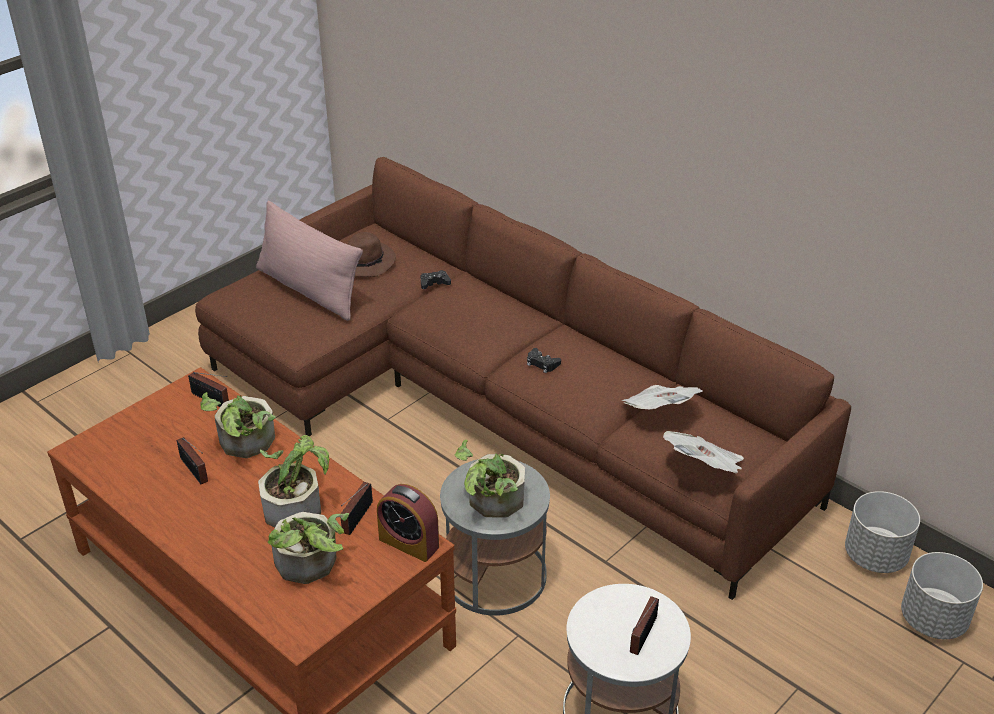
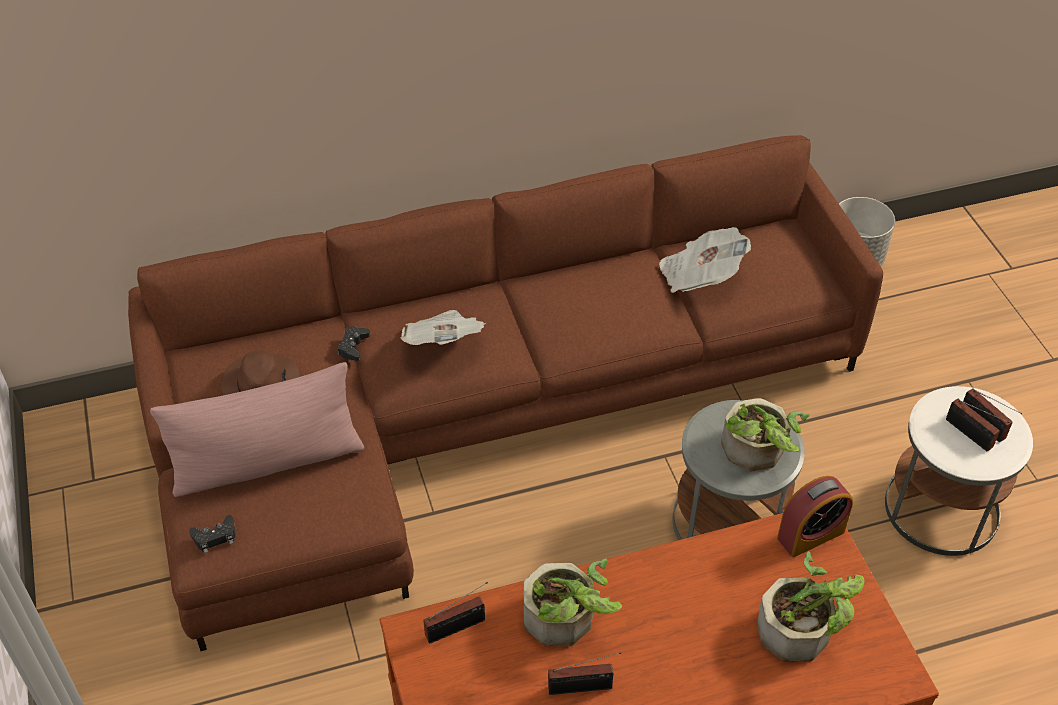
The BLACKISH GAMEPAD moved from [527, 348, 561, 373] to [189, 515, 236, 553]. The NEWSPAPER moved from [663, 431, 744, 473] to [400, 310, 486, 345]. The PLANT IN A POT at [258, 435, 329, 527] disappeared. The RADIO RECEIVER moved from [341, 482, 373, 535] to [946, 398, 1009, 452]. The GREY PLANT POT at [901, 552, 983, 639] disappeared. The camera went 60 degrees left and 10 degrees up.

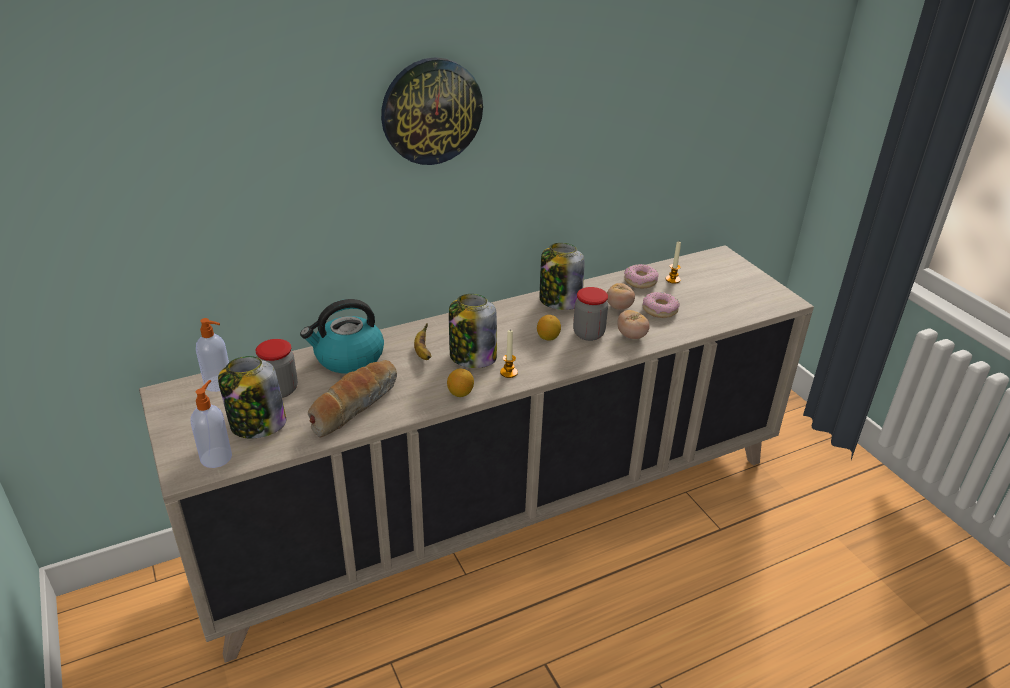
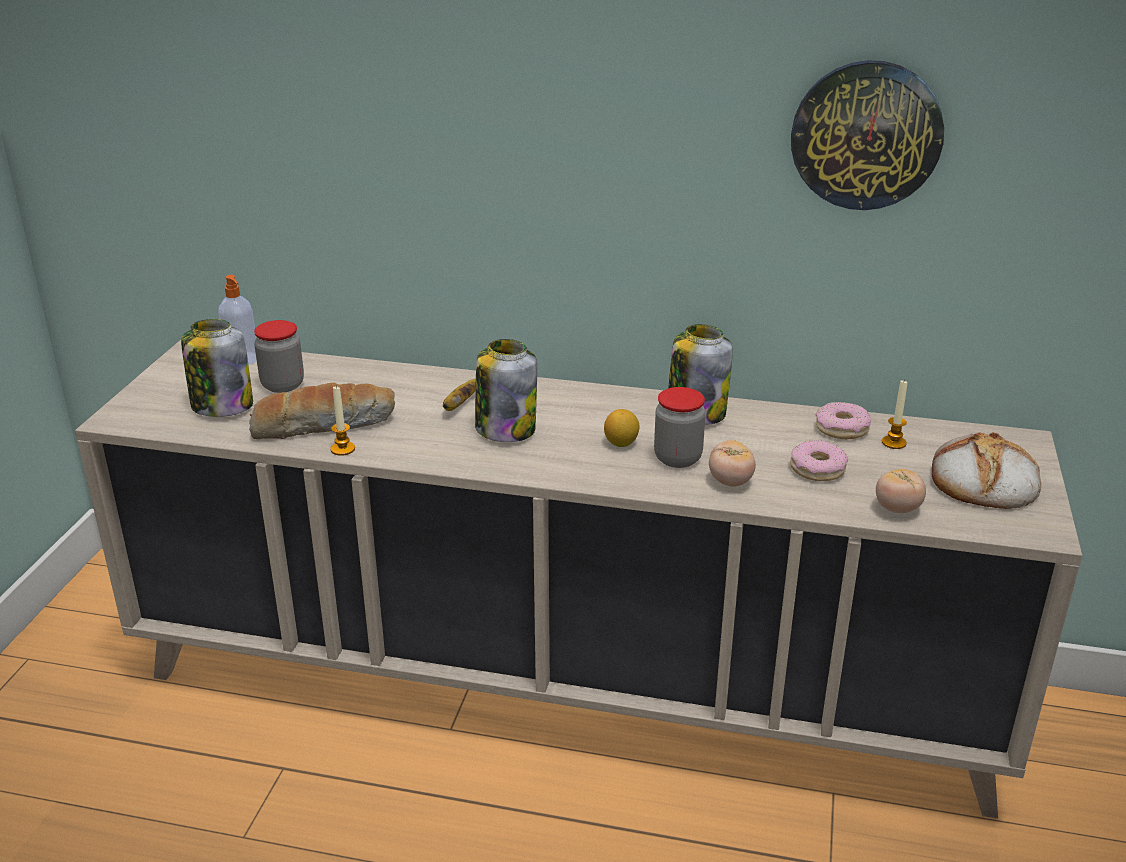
The HANGING CLOCK moved from [381, 57, 483, 165] to [791, 60, 944, 210]. The FRESH TOMATO moved from [607, 283, 635, 310] to [876, 469, 926, 513]. The KETTLE at [300, 299, 384, 374] disappeared. The WAX LIGHT moved from [500, 330, 518, 378] to [330, 386, 355, 456]. The LEMON at [447, 369, 474, 397] disappeared. The SOAP BOTTLE at [191, 380, 232, 468] disappeared. The BAKERY BREAD at [932, 432, 1041, 509] appeared. The camera went 40 degrees right and 5 degrees down.

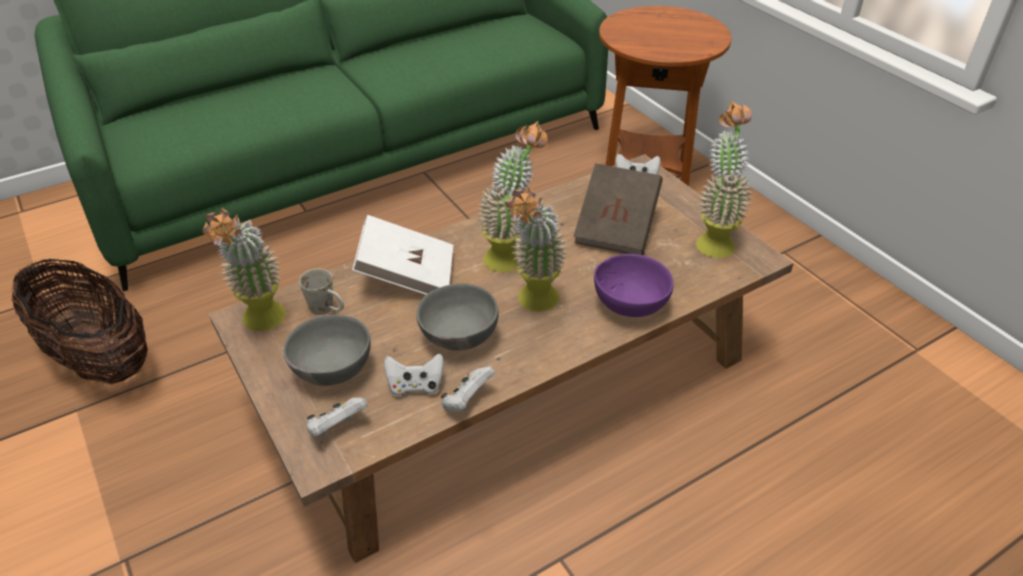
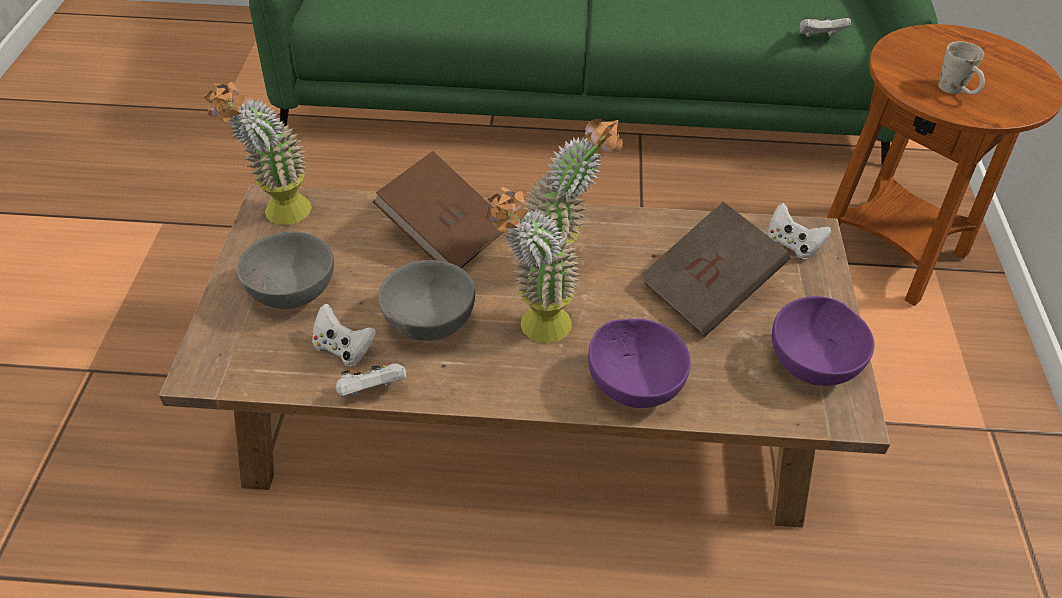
The PLANT IN A POT at [696, 101, 753, 258] was replaced by the PURPLE-COLOURED SERVING BOWL at [772, 296, 875, 386]. The WHITE BOUND BOOK at [352, 215, 453, 295] became the BROWNISH BOUND BOOK at [373, 151, 503, 268]. The HOUSEHOLD BASKET at [12, 257, 148, 384] disappeared. The WHITE MUG moved from [299, 268, 344, 315] to [938, 41, 985, 95]. The WHITE GAMEPAD moved from [306, 397, 368, 437] to [799, 17, 851, 37]. The camera went 35 degrees right and 5 degrees up.

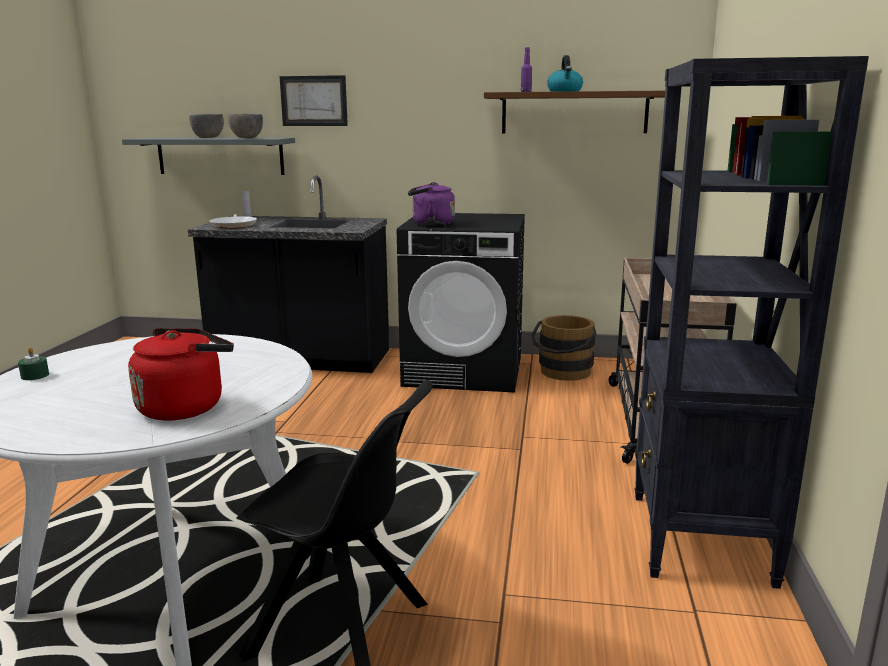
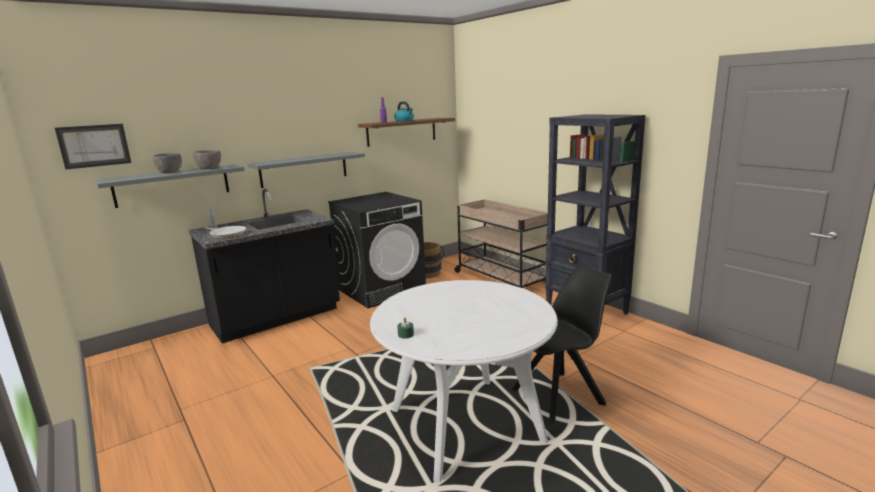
The WALL ART moved from [280, 75, 348, 126] to [55, 124, 131, 169]. The PURPLE-COLOURED KETTLE at [408, 182, 455, 226] disappeared. The RED KETTLE at [128, 328, 234, 420] disappeared. The GREY SHELF at [248, 152, 365, 188] appeared. The camera went 45 degrees left and 0 degrees up.

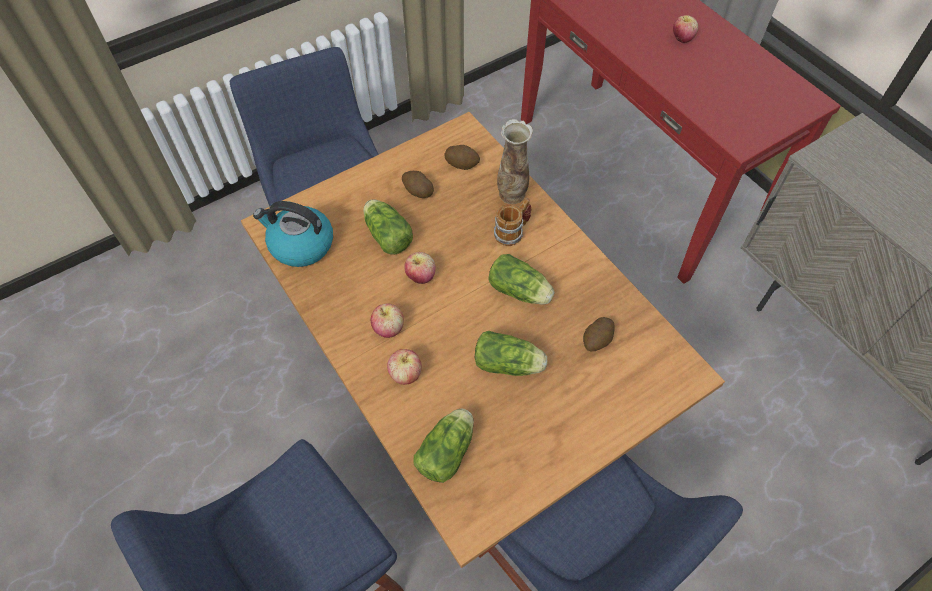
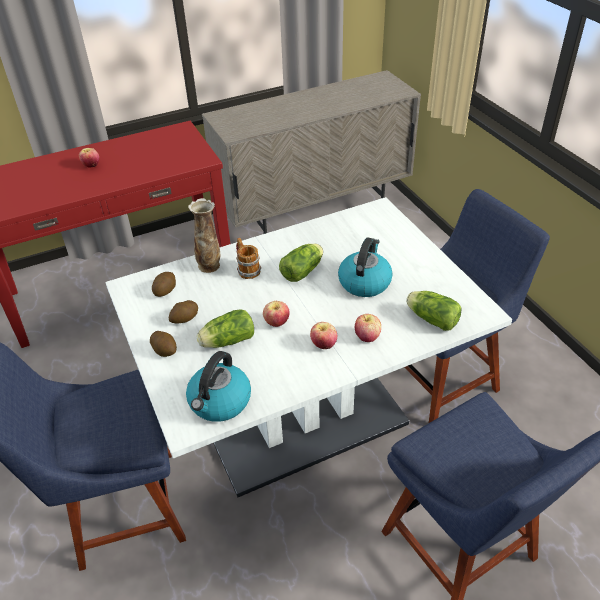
The BROWNISH KITCHEN TABLE at [241, 112, 725, 568] became the WHITE KITCHEN TABLE at [105, 197, 512, 497]. The WHOLE POTATO moved from [583, 317, 615, 351] to [150, 331, 177, 357]. The LETTUCE at [475, 331, 548, 376] was replaced by the KETTLE at [338, 238, 393, 297]. The camera went 80 degrees left and 15 degrees down.

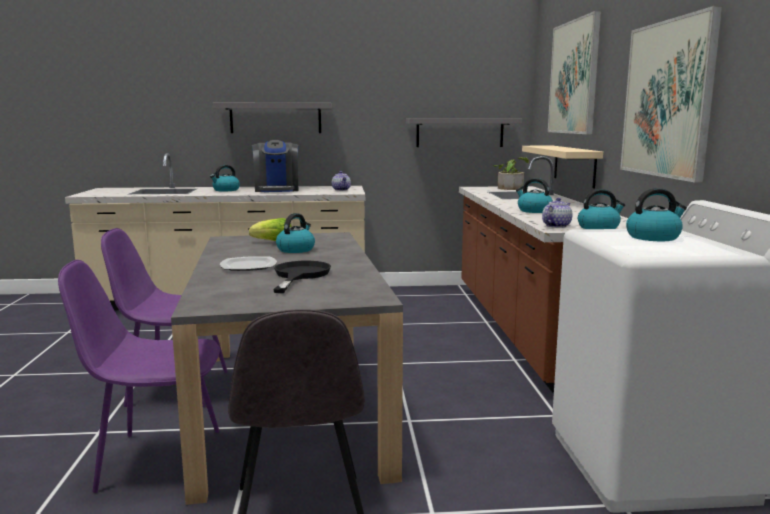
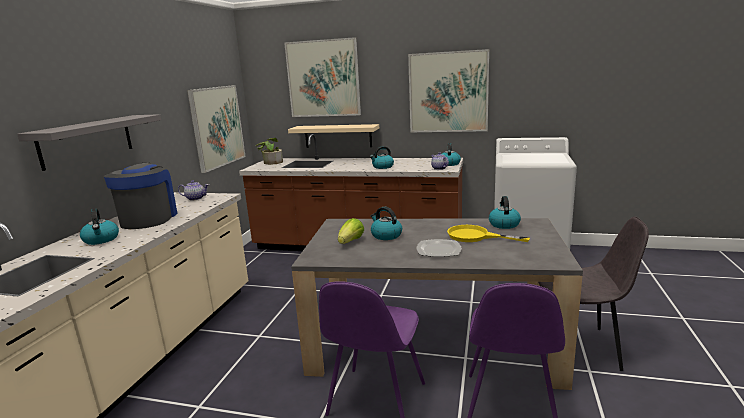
The GREY SHELF at [406, 118, 522, 147] was replaced by the WALL ART at [187, 85, 246, 173]. The COFFEE BREWER at [252, 140, 298, 192] turned 105 degrees counterclockwise. The KETTLE moved from [626, 188, 687, 241] to [489, 196, 521, 229]. The BLACKISH SKILLET at [273, 261, 331, 293] became the YELLOW SKILLET at [447, 225, 530, 242]. The camera went 70 degrees left and 5 degrees up.

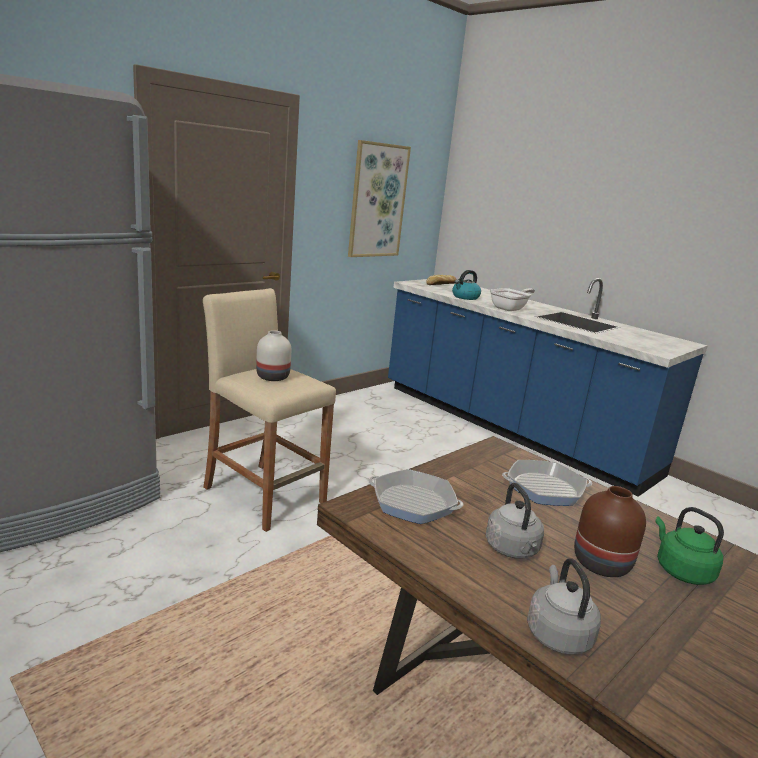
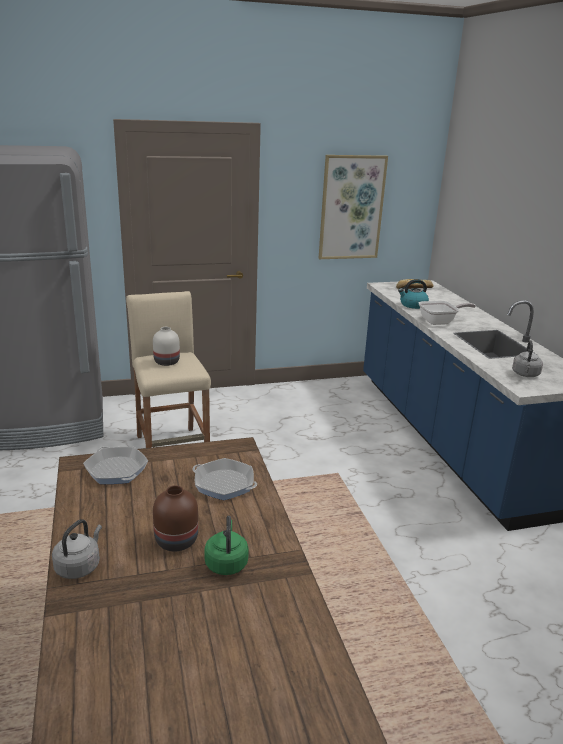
The GREY KETTLE moved from [486, 483, 544, 559] to [512, 340, 543, 377]. The camera went 30 degrees right and 5 degrees up.

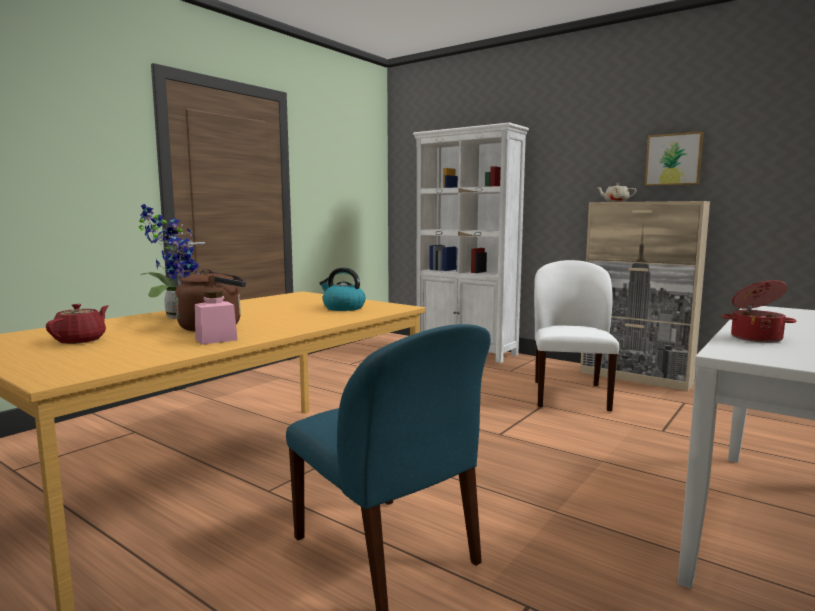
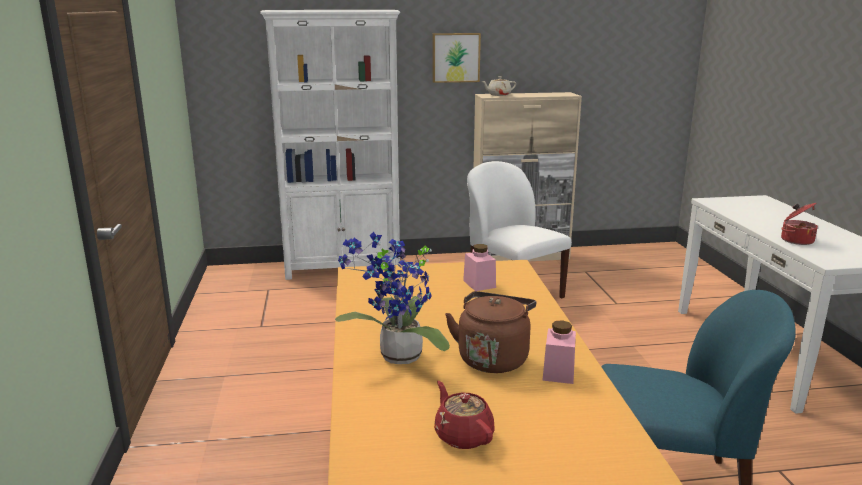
The WALL ART moved from [645, 131, 704, 186] to [432, 33, 481, 83]. The KETTLE at [319, 267, 366, 311] was replaced by the PINK-COLOURED PRESERVE JAR at [463, 244, 496, 291]. The camera went 45 degrees left and 10 degrees up.

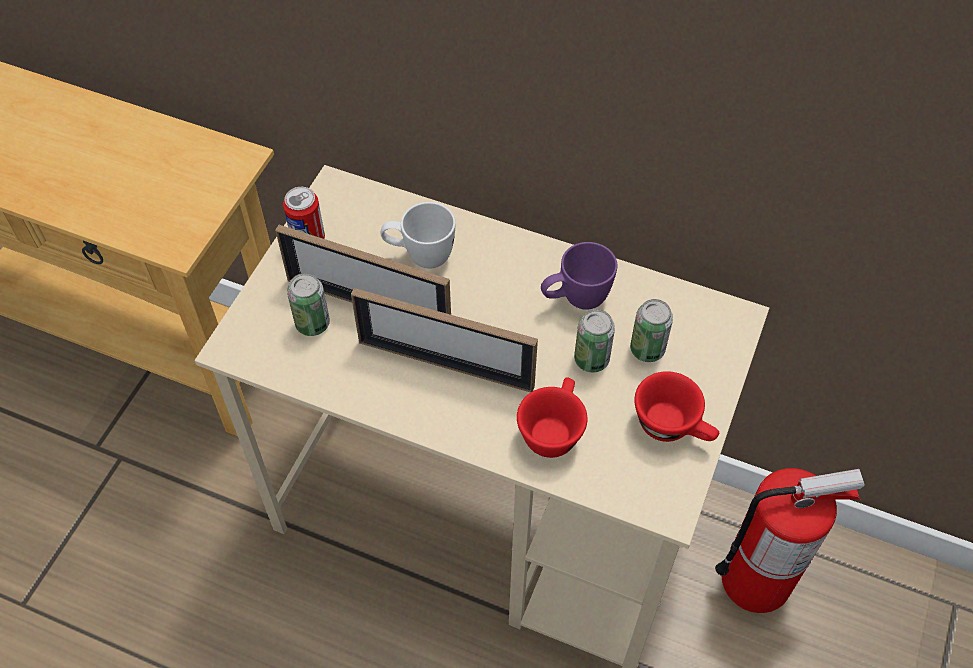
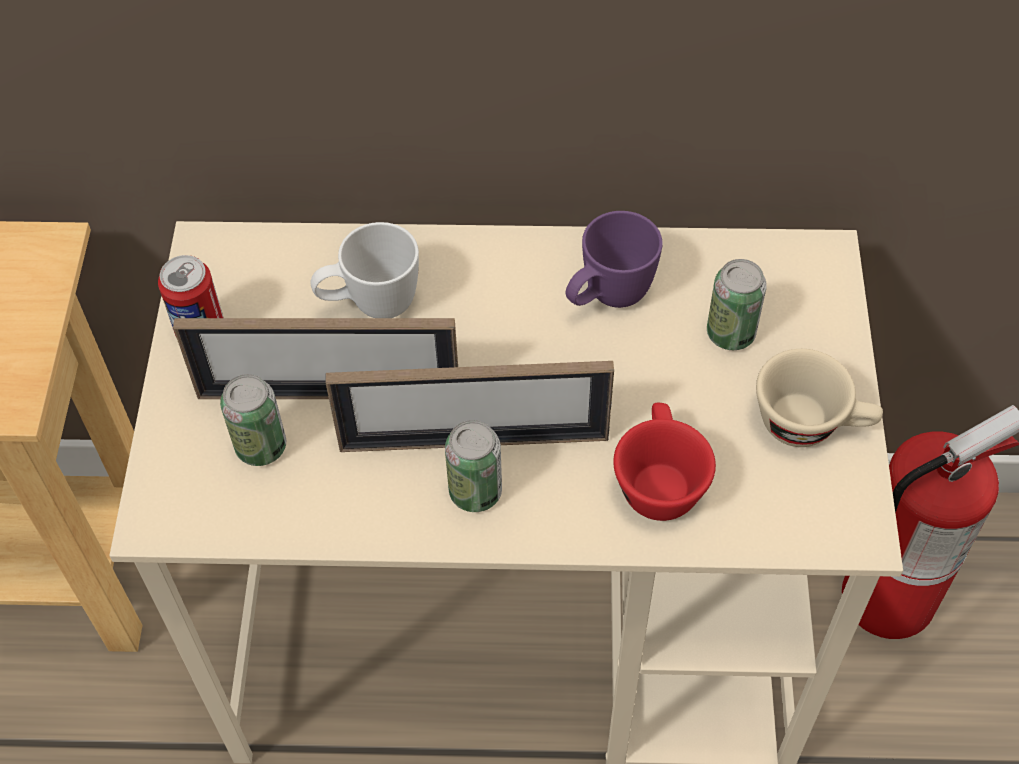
The CAN moved from [574, 309, 615, 372] to [445, 420, 502, 512]. The RED DRINKING CUP at [634, 371, 719, 442] became the BEIGE-COLOURED DRINKING CUP at [756, 349, 883, 447]. The camera went 20 degrees left and 0 degrees up.

